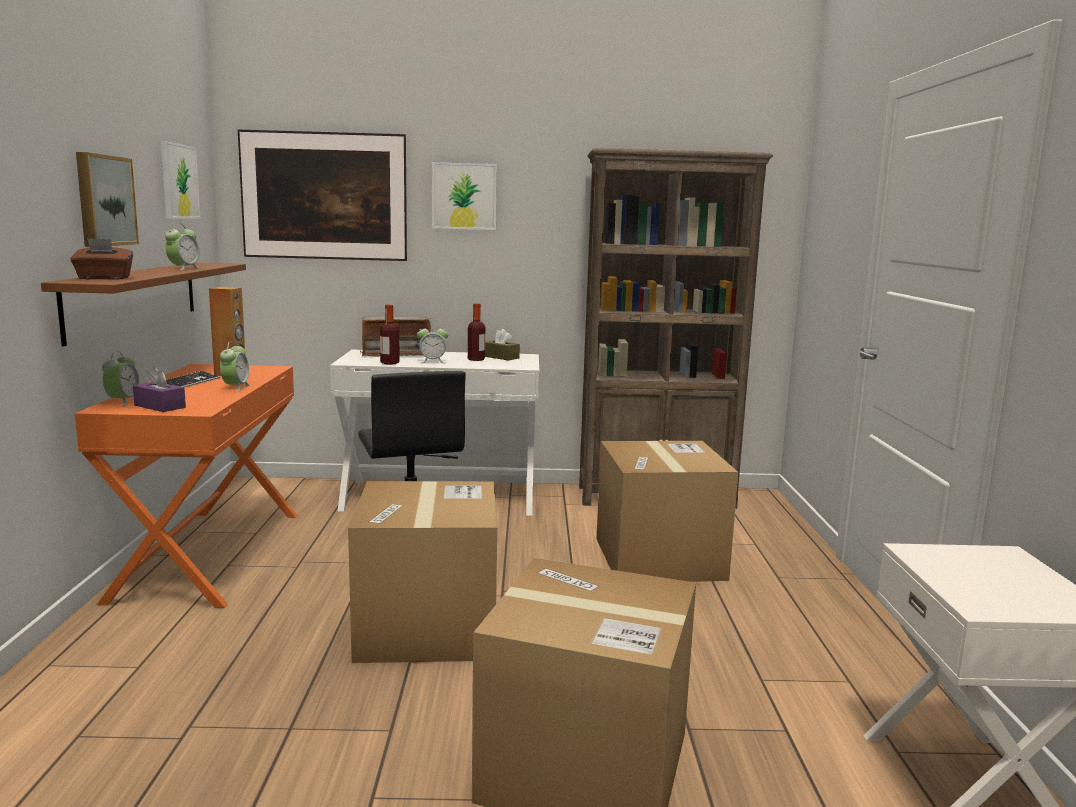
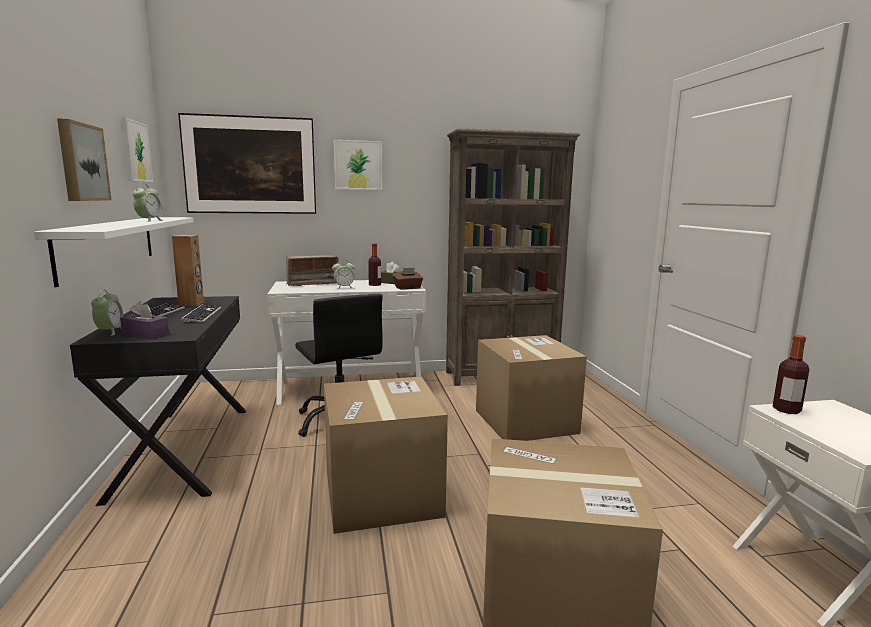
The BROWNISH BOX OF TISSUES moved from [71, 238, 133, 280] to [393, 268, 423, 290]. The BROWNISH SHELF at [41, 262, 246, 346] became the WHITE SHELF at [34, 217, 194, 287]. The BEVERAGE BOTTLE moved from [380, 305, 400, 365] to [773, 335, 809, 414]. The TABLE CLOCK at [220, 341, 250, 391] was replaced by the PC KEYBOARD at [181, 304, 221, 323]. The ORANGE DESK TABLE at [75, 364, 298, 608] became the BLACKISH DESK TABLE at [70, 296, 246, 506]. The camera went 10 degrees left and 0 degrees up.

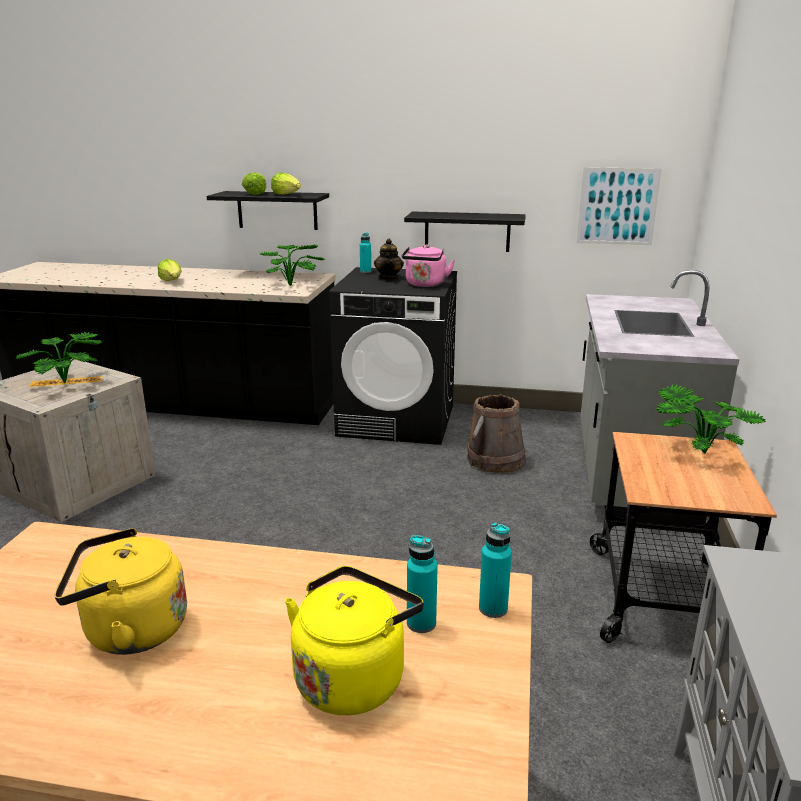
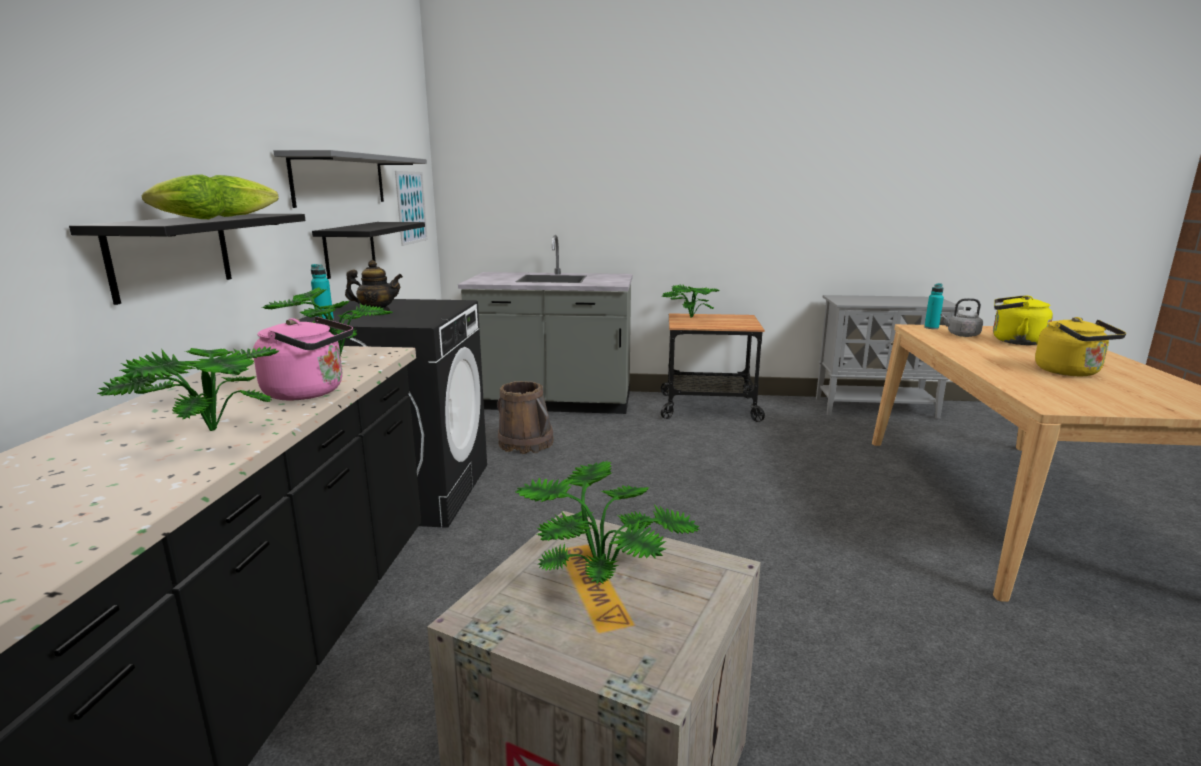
The PINK-COLOURED KETTLE moved from [402, 244, 455, 287] to [253, 317, 353, 401]. The LETTUCE at [158, 259, 182, 281] was replaced by the PLANT IN A POT at [97, 346, 279, 431]. The TURQUOISE-COLOURED BEVERAGE BOTTLE at [407, 535, 438, 633] was replaced by the GREY KETTLE at [940, 298, 983, 337]. The GREY SHELF at [274, 150, 427, 208] appeared. The camera went 95 degrees left and 5 degrees down.

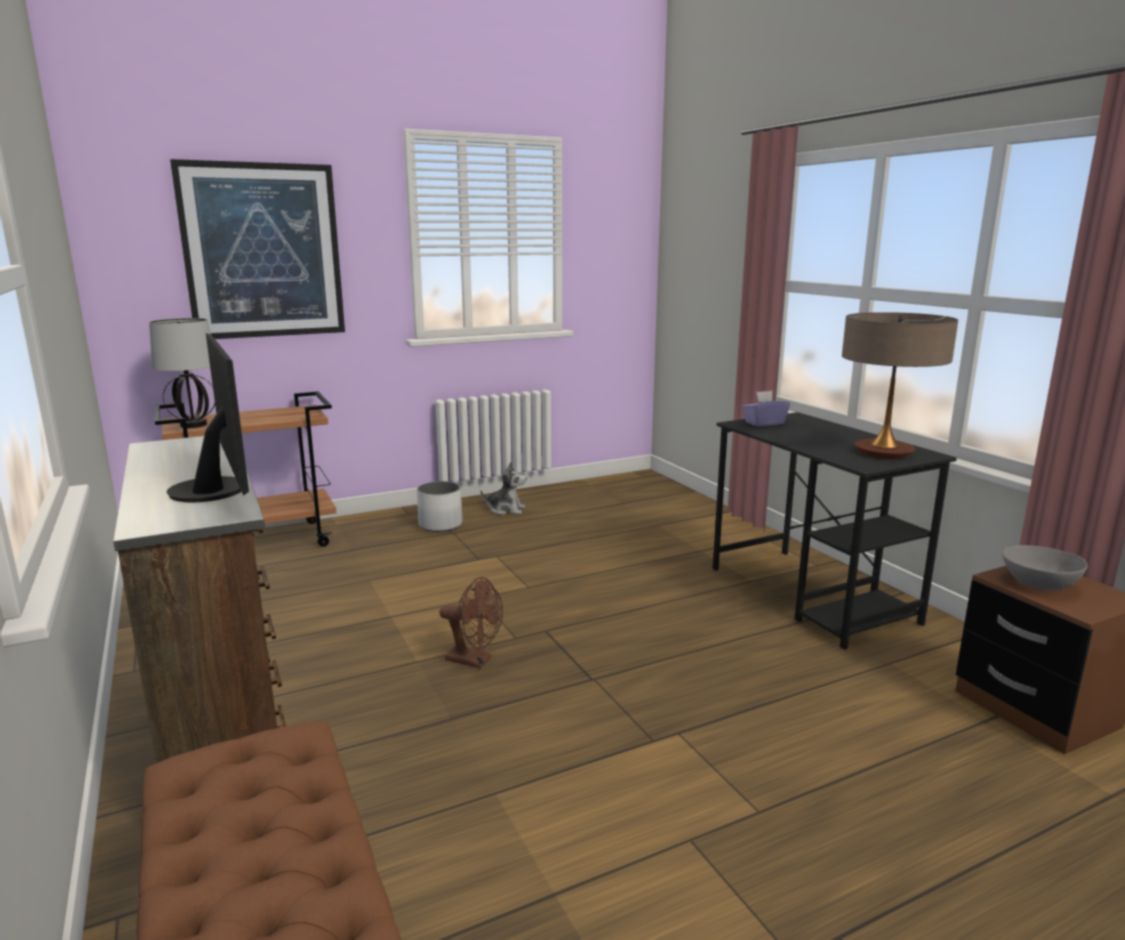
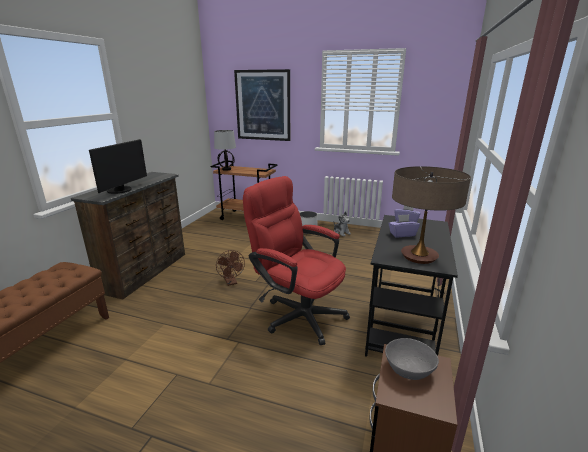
The RED OFFICE CHAIR at [243, 176, 350, 345] appeared. The PURPLE-COLOURED BOX OF TISSUES at [388, 214, 420, 237] appeared. The camera went 45 degrees right and 5 degrees up.

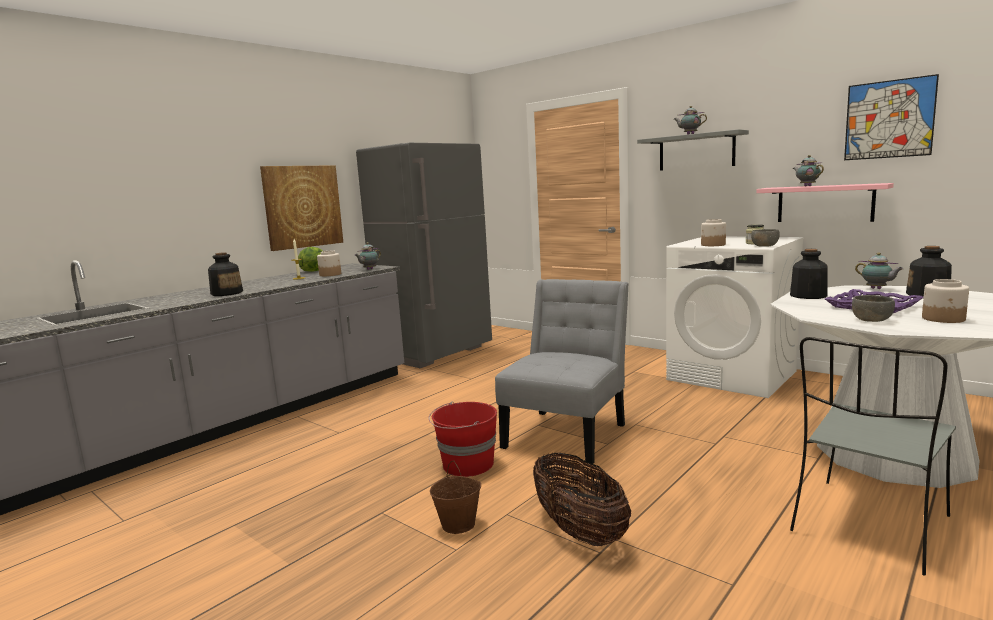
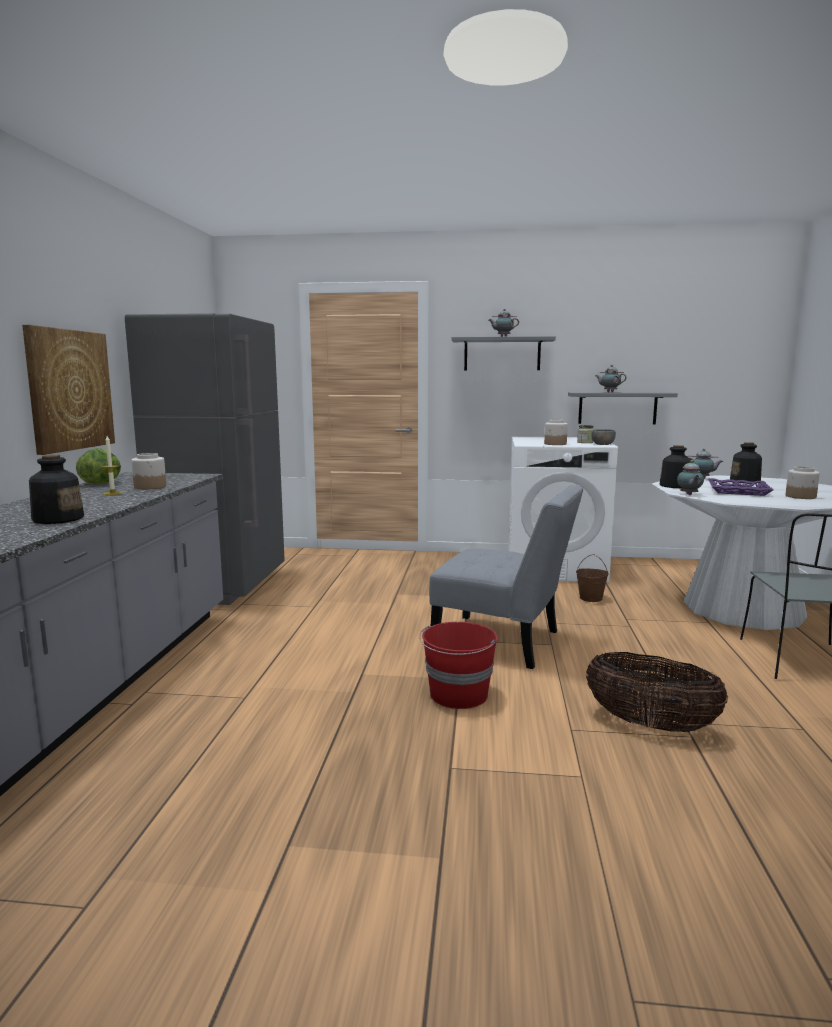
The WALL ART at [844, 74, 939, 160] disappeared. The PINK-COLOURED SHELF at [756, 183, 894, 222] became the GREY SHELF at [568, 392, 678, 424]. The TEA POT moved from [355, 242, 381, 270] to [677, 460, 704, 495]. The GREY UPRIGHT CHAIR at [495, 279, 629, 464] turned 120 degrees clockwise. The GREY SERVING BOWL at [852, 295, 895, 322] disappeared. The BROWNISH WATER BUCKET moved from [430, 460, 481, 534] to [576, 554, 609, 602]. The camera went 35 degrees left and 0 degrees up.

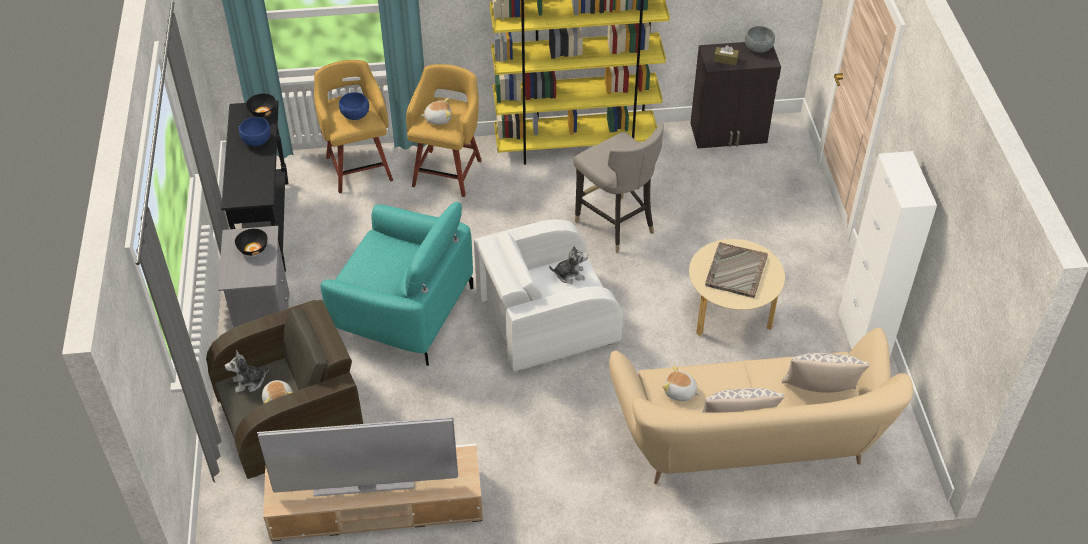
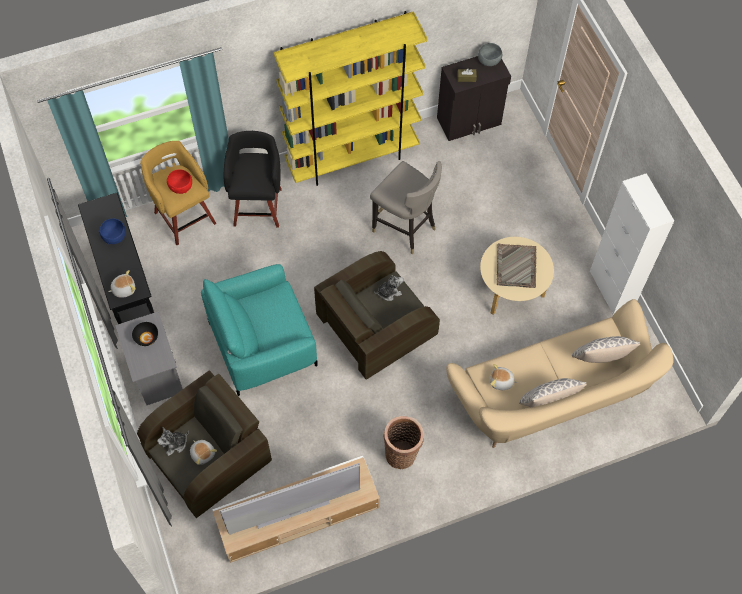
The YELLOW STOOL SEAT at [406, 64, 482, 197] became the BLACKISH STOOL SEAT at [223, 131, 282, 227]. The BLUE SERVING BOWL at [339, 92, 369, 120] became the RED SERVING BOWL at [167, 169, 192, 194]. The BLACKISH SERVING BOWL at [246, 94, 276, 117] disappeared. The PLUSH TOY moved from [421, 98, 451, 125] to [108, 270, 136, 297]. The TURQUOISE-COLOURED LOUNGE CHAIR at [321, 202, 473, 366] turned 150 degrees clockwise. The WHITE LOUNGE CHAIR at [474, 219, 623, 372] became the BROWNISH LOUNGE CHAIR at [314, 251, 440, 380]. The HOUSEHOLD BASKET at [383, 416, 424, 469] appeared. The camera went 15 degrees left and 15 degrees up.

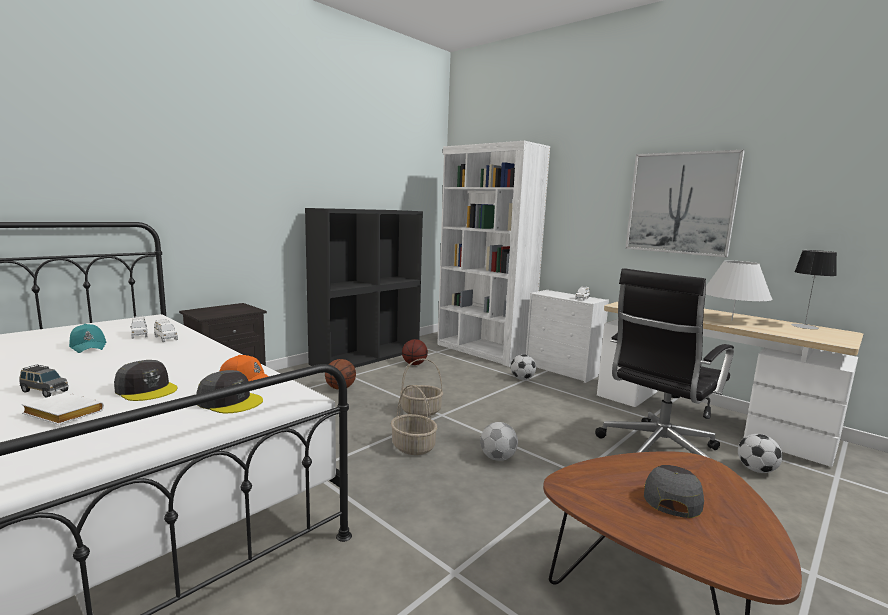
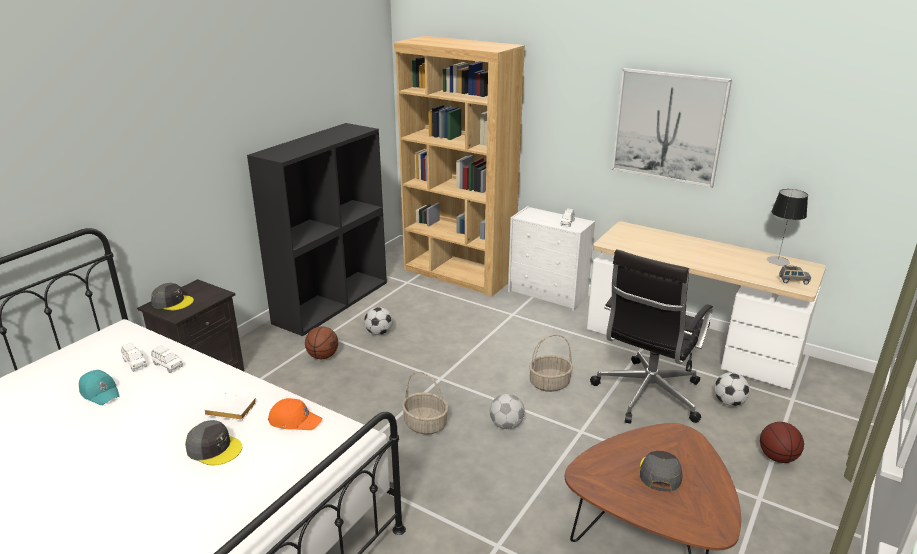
The WHITE BOOKSHELF at [437, 141, 550, 367] became the BROWNISH BOOKSHELF at [394, 36, 525, 297]. The WHITE LAMP FOR A TABLE at [706, 260, 772, 321] disappeared. The BASKETBALL BALL moved from [402, 339, 428, 365] to [760, 422, 804, 463]. The BALL FOR FOOTBALL moved from [511, 354, 536, 380] to [364, 307, 393, 335]. The HOUSEHOLD BASKET moved from [400, 359, 443, 417] to [529, 334, 573, 392]. The GREY MINIATURE CAR moved from [20, 365, 69, 397] to [779, 265, 811, 285]. The GREY PEAKED CAP moved from [197, 370, 263, 413] to [151, 283, 194, 310]. The WHITE BOUND BOOK moved from [21, 393, 104, 425] to [203, 393, 256, 421]. The camera went 10 degrees left and 15 degrees up.

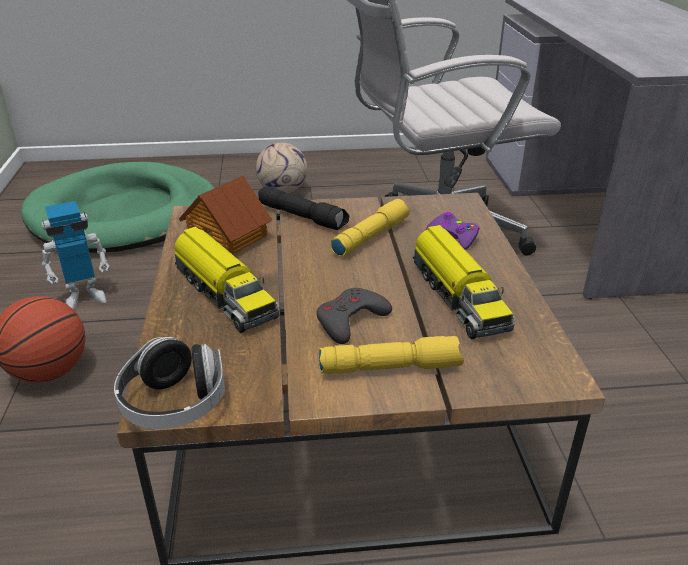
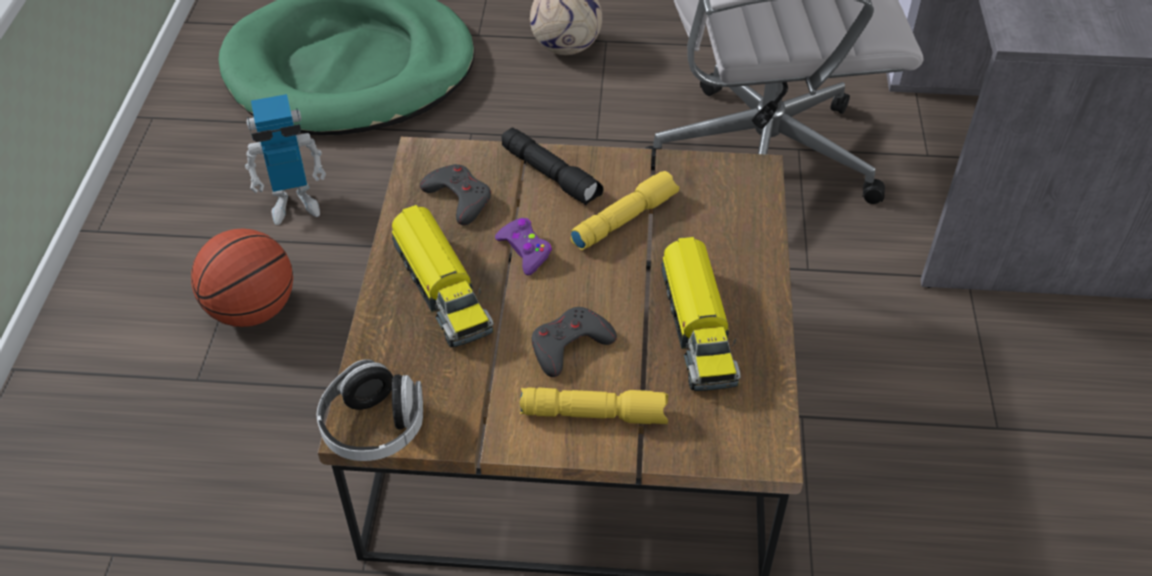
The TOY HOUSE at [179, 175, 272, 255] was replaced by the GREY GAMEPAD at [420, 164, 491, 225]. The PURPLE-COLOURED GAMEPAD moved from [426, 212, 480, 249] to [495, 218, 552, 275]. The camera went 10 degrees right and 15 degrees up.

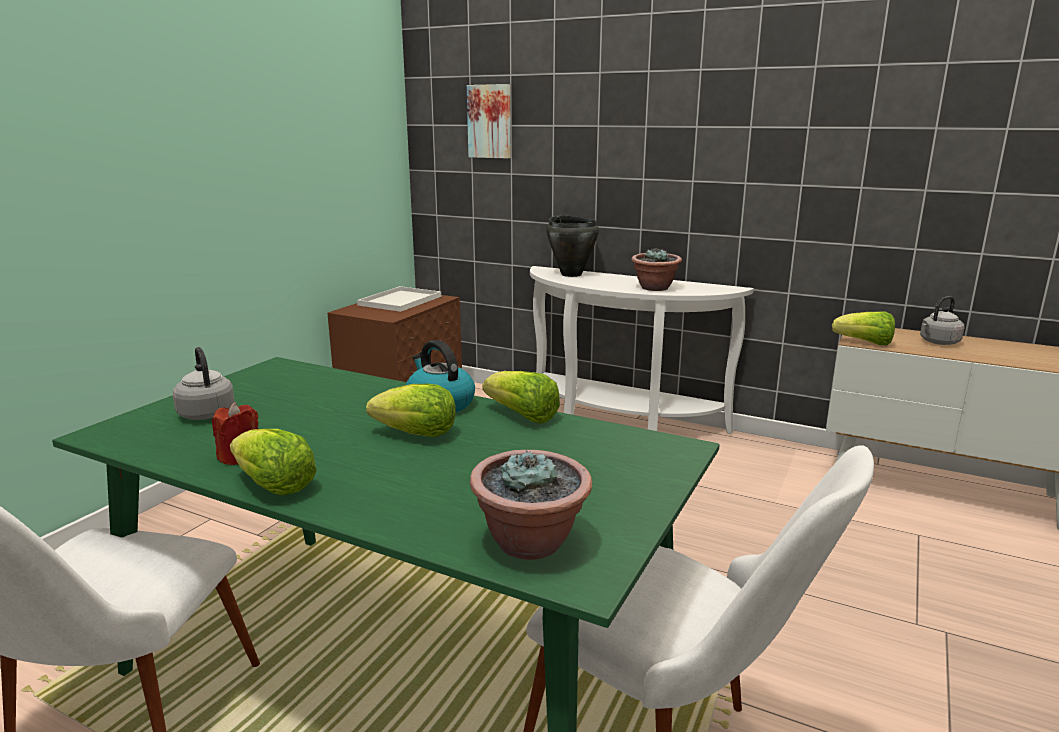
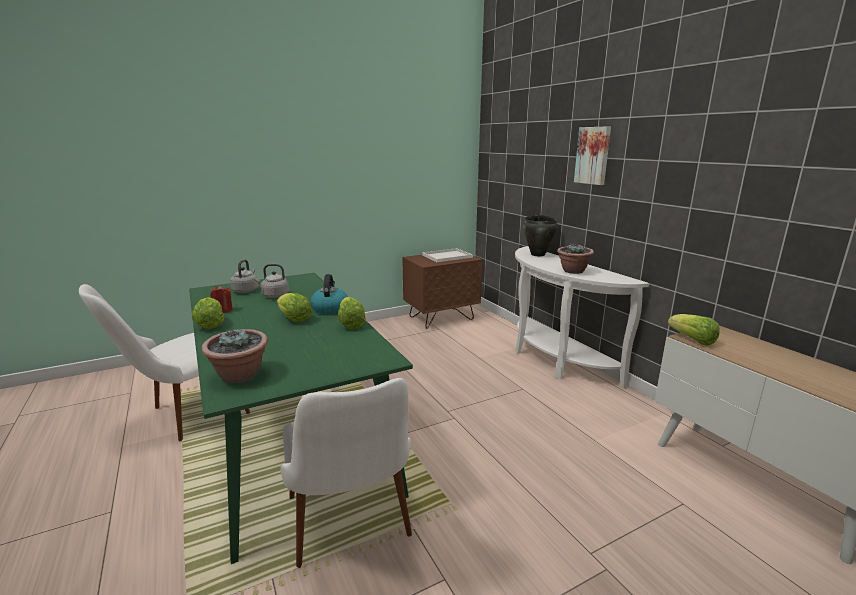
The WALL ART moved from [467, 84, 511, 159] to [574, 126, 611, 185]. The GREY KETTLE moved from [920, 296, 964, 345] to [254, 264, 289, 298]. The camera went 35 degrees right and 0 degrees up.

